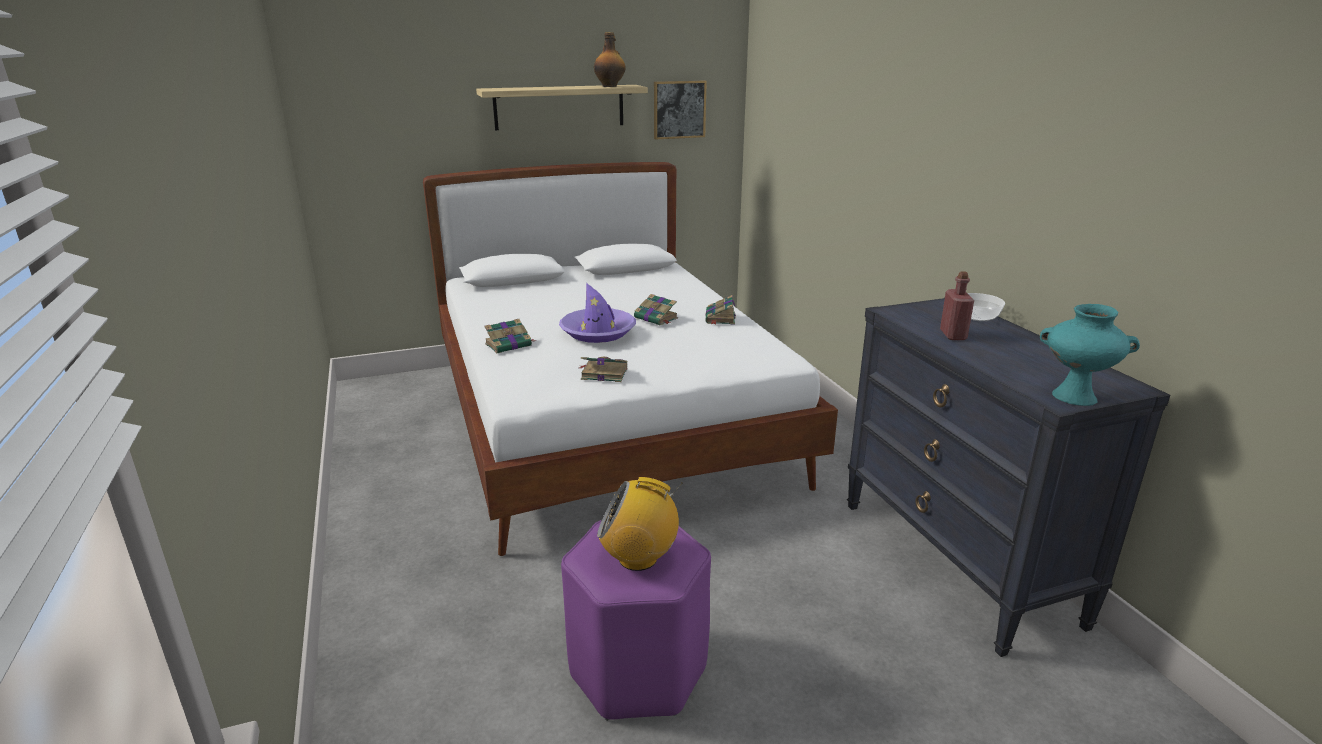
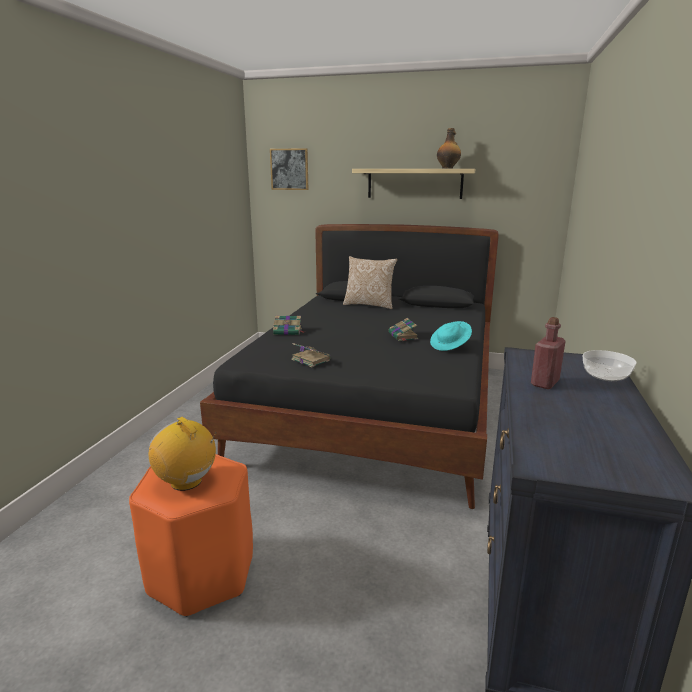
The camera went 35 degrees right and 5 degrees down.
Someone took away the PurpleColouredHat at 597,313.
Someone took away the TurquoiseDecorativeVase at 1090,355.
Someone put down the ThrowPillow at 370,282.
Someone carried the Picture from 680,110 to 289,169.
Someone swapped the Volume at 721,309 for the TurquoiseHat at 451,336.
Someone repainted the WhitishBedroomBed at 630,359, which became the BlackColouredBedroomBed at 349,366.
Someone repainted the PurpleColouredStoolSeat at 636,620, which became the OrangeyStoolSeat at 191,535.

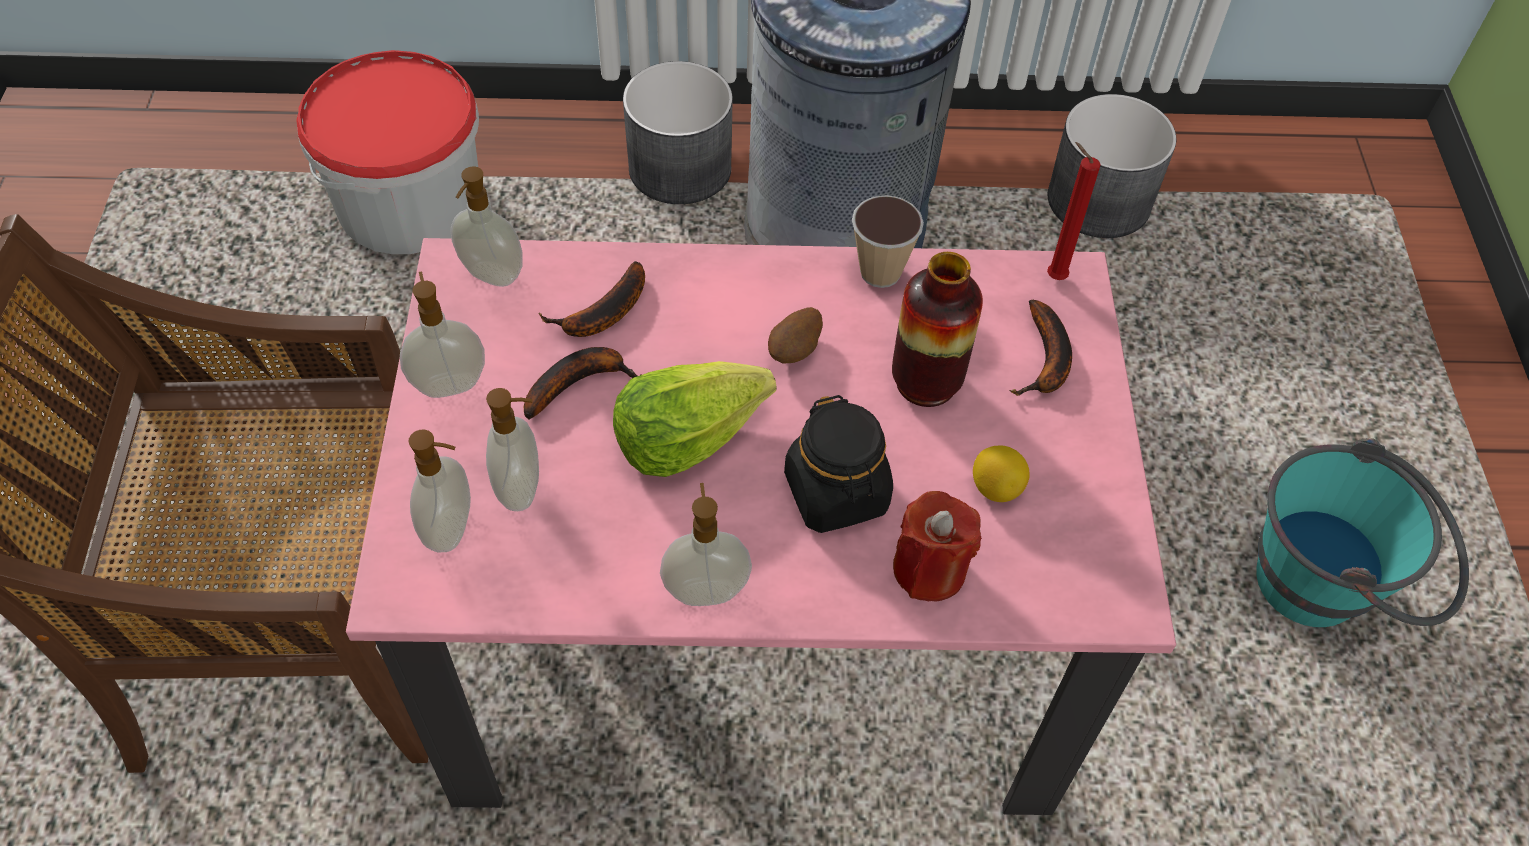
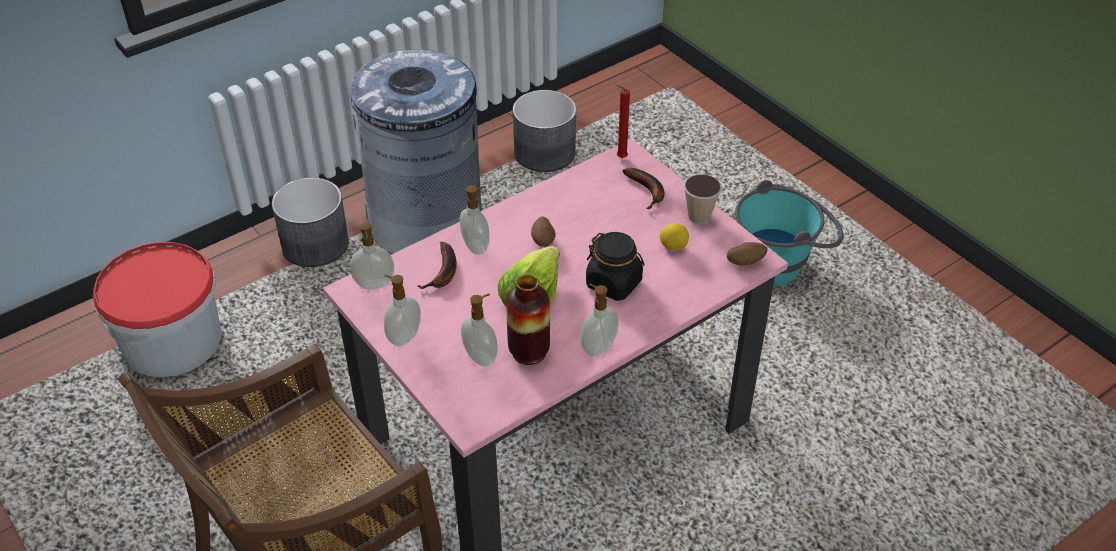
The camera went 35 degrees left and 10 degrees down.
Someone took away the Banana at 583,383.
Someone took away the RedColouredCandle at 937,546.
Someone put down the Potato at 747,253.
Someone carried the SoapBottle from 440,491 to 475,220.
Someone carried the DrinkingCup from 888,241 to 703,199.
Someone carried the DecorativeVase from 937,329 to 528,319.

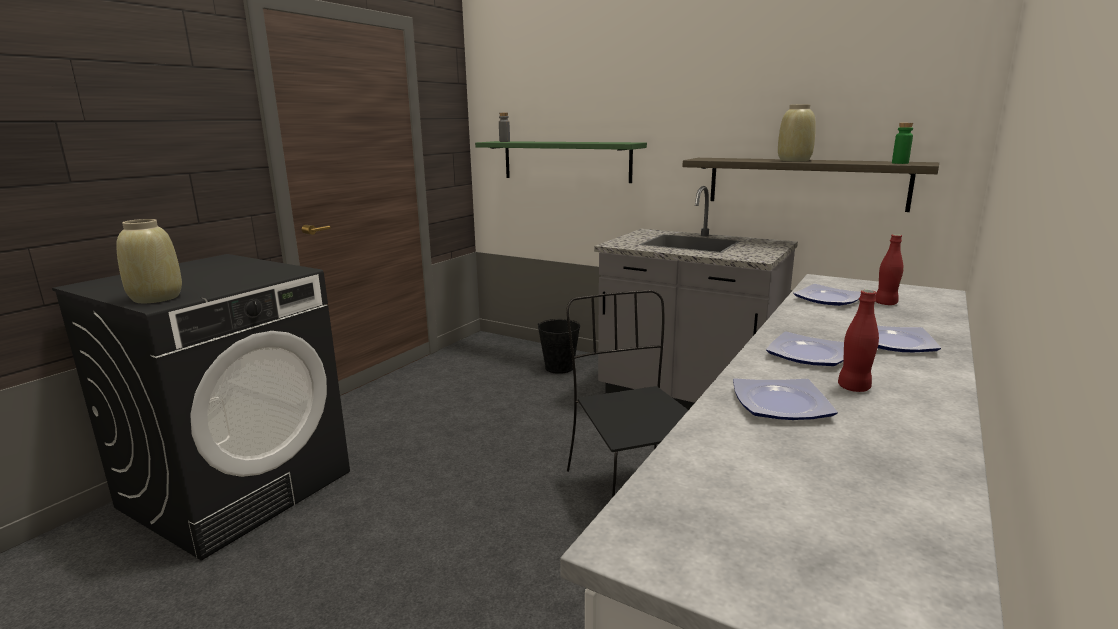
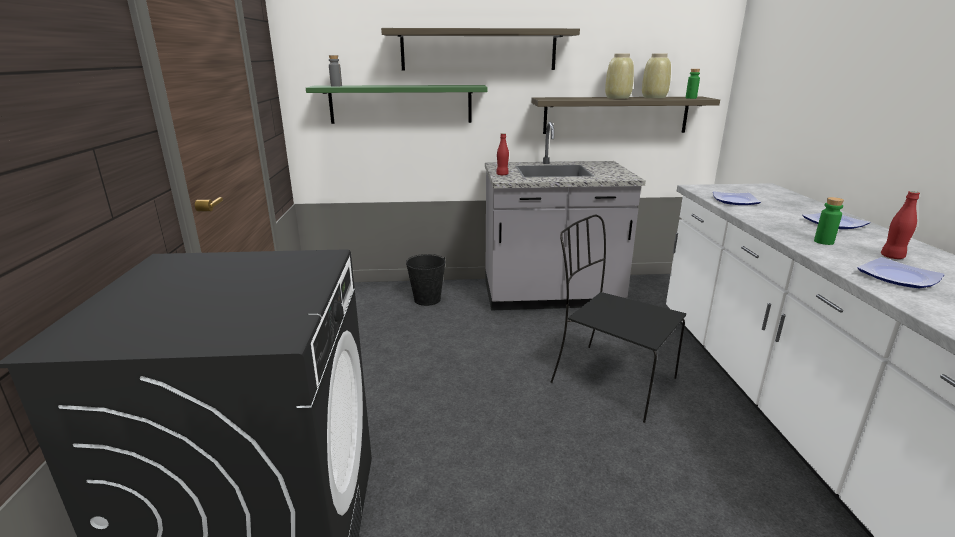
The camera went 35 degrees left and 5 degrees up.
Someone put up the WallShelf at 480,49.
Someone carried the BeigeColouredDecorativeVase from 149,261 to 656,76.
Someone carried the RedColouredDrinkBottle from 890,269 to 502,154.
Someone swapped the FlatDish at 805,348 for the GreenDrinkBottle at 829,221.

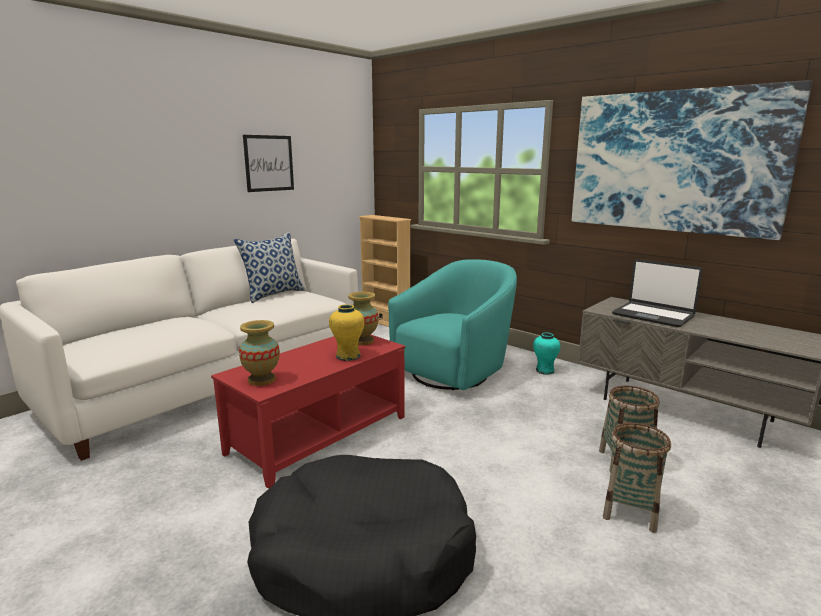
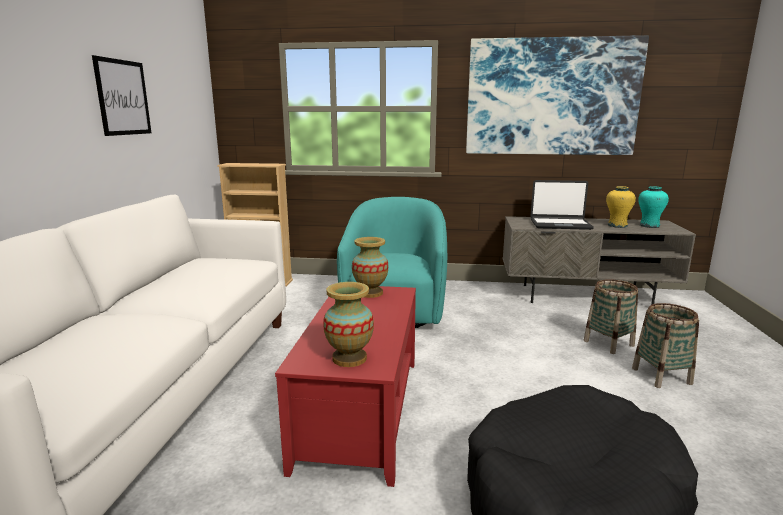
The camera went 35 degrees left and 0 degrees up.
Someone took away the ThrowPillow at 269,267.
Someone carried the YellowDecorativeVase from 346,332 to 621,207.
Someone carried the TurquoiseDecorativeVase from 546,353 to 653,207.

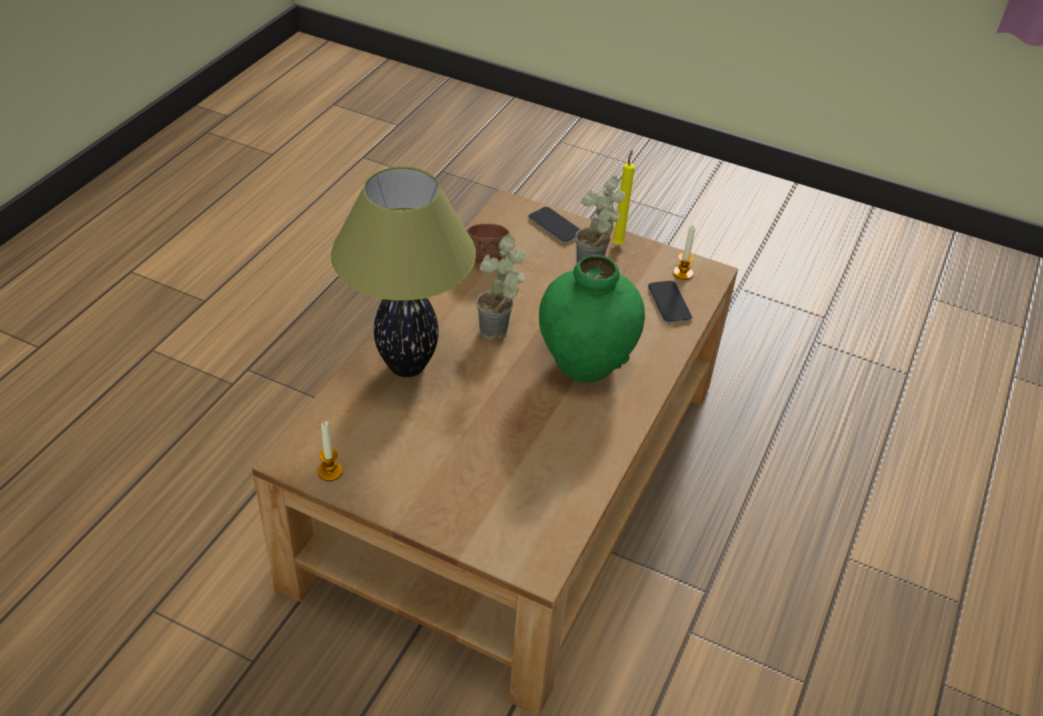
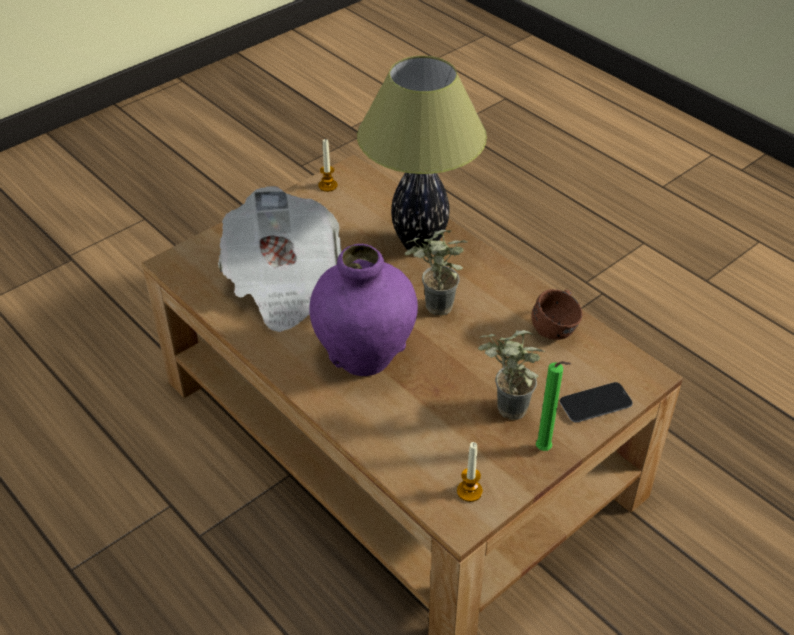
The camera went 115 degrees right and 0 degrees up.
Someone took away the Telephone at 670,302.
Someone put down the DailyPaper at 279,259.
Someone repainted the GreenDecorativeVase at 592,319, which became the PurpleColouredDecorativeVase at 363,310.
Someone repainted the YellowCandle at 623,197, which became the GreenCandle at 553,406.

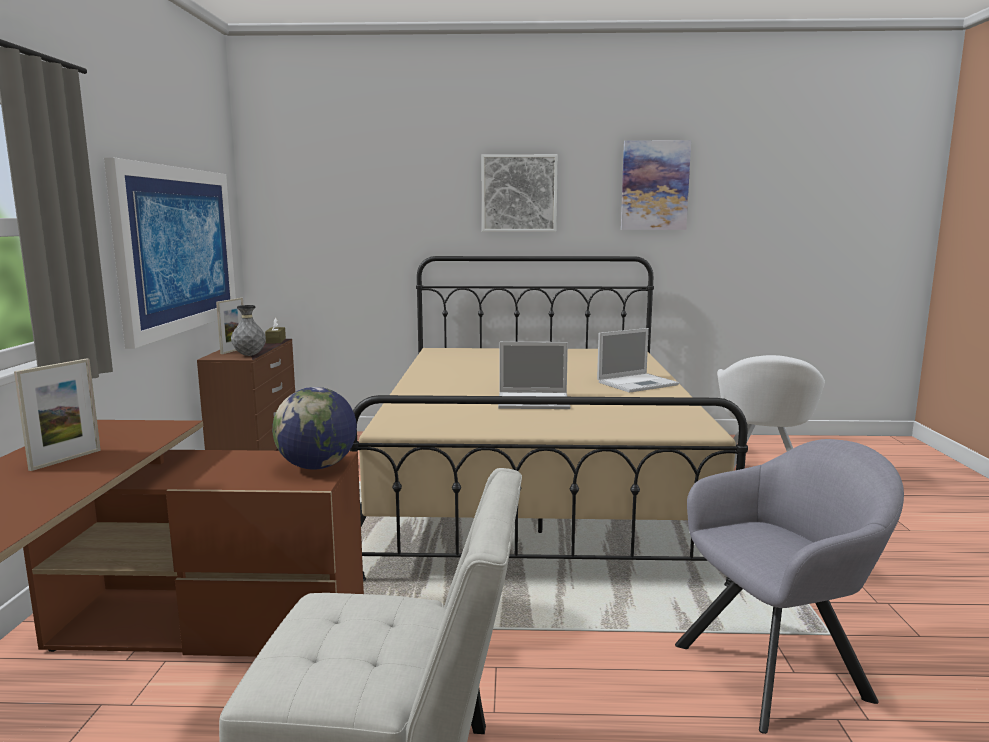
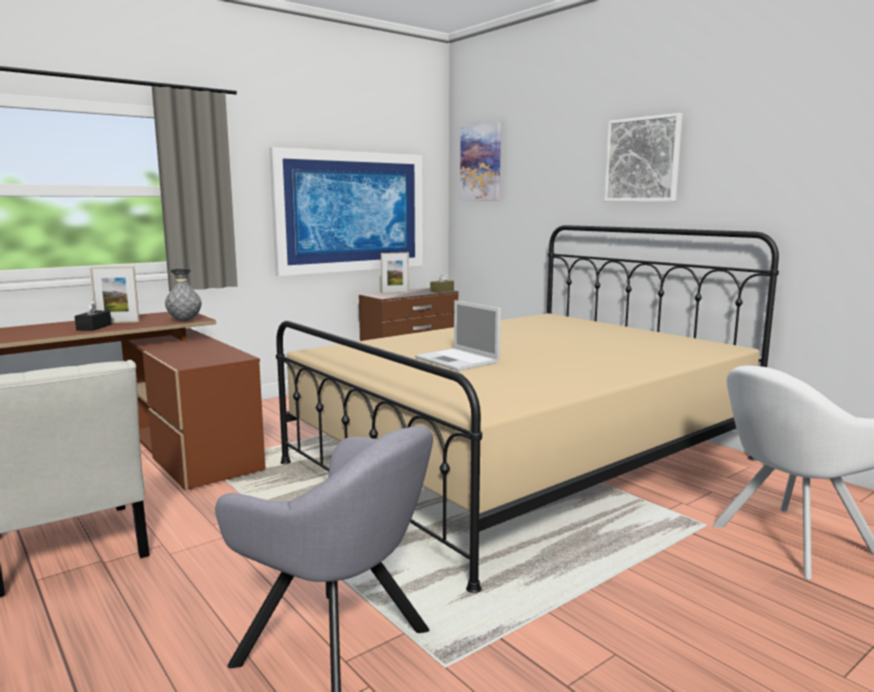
The camera went 50 degrees right and 0 degrees up.
Someone took away the Globe at 314,428.
Someone took away the Laptop at 638,360.
Someone put down the BlackColouredTissueBox at 93,315.
Someone carried the GreyDecorativeVase from 248,330 to 183,295.
Someone carried the Picture from 656,185 to 480,162.

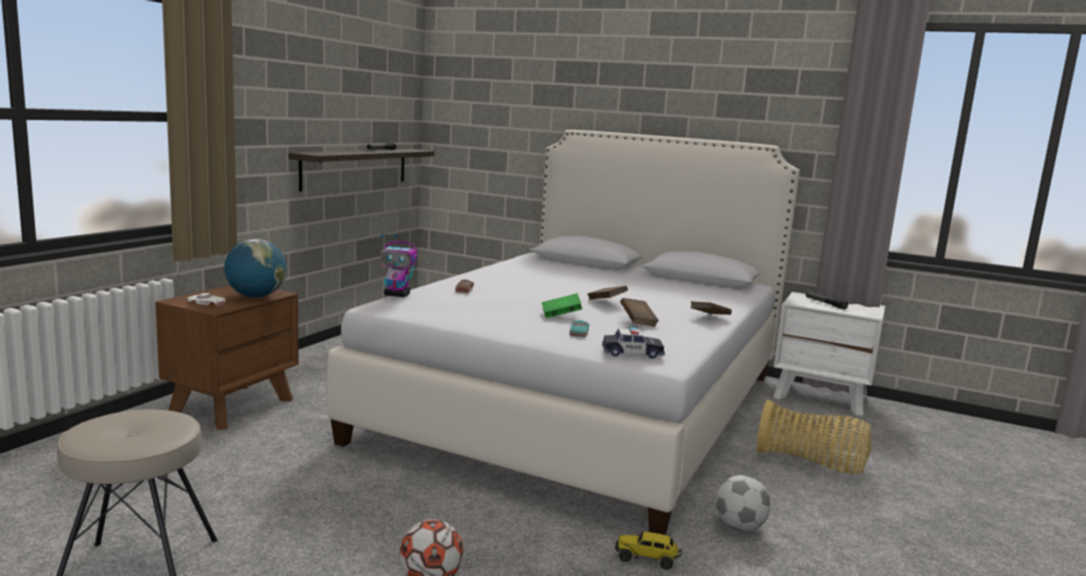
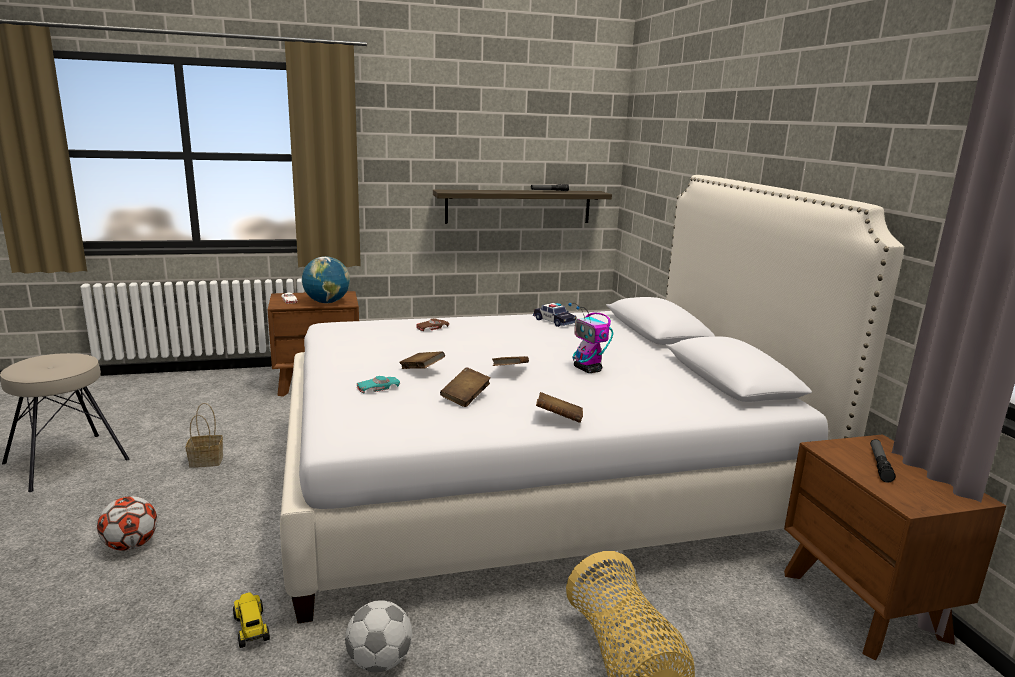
The camera went 50 degrees right and 5 degrees up.
Someone put down the StorageBasket at 204,435.
Someone carried the ModelRobot from 398,265 to 590,338.
Someone carried the ToyCar from 633,343 to 554,315.
Someone repainted the GreenVolume at 562,305, which became the BrownVolume at 422,360.
Someone repainted the WhitishNightTable at 829,353, which became the BrownNightTable at 895,547.

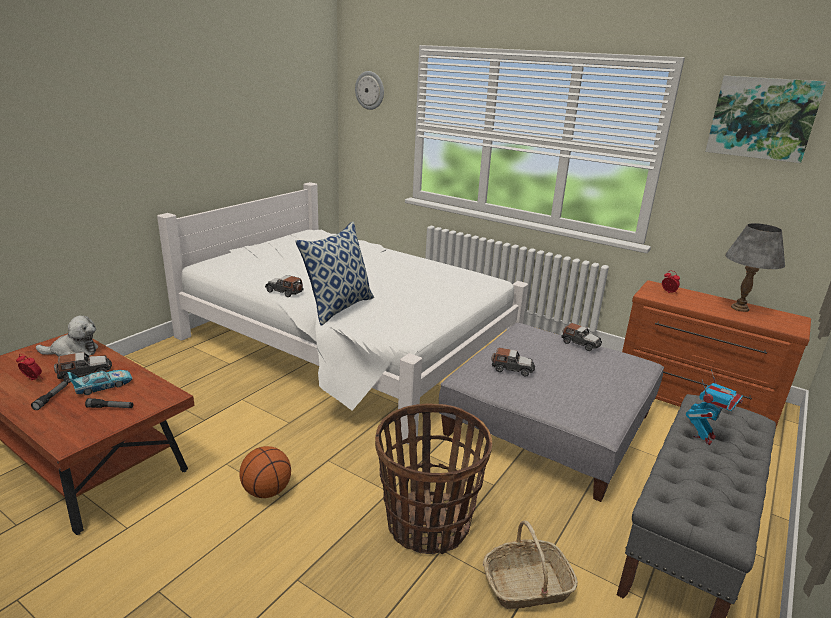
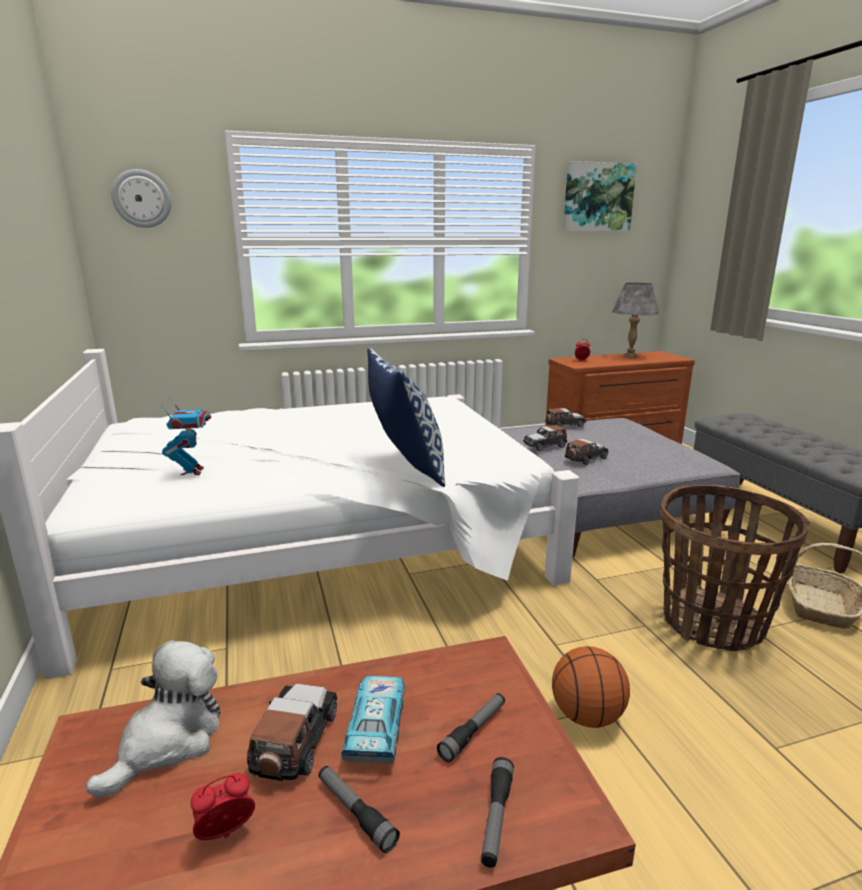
The camera went 50 degrees left and 5 degrees down.
Someone put down the Torch at 497,812.
Someone carried the ToyCar from 284,286 to 545,438.
Someone carried the ModelRobot from 714,407 to 186,436.

